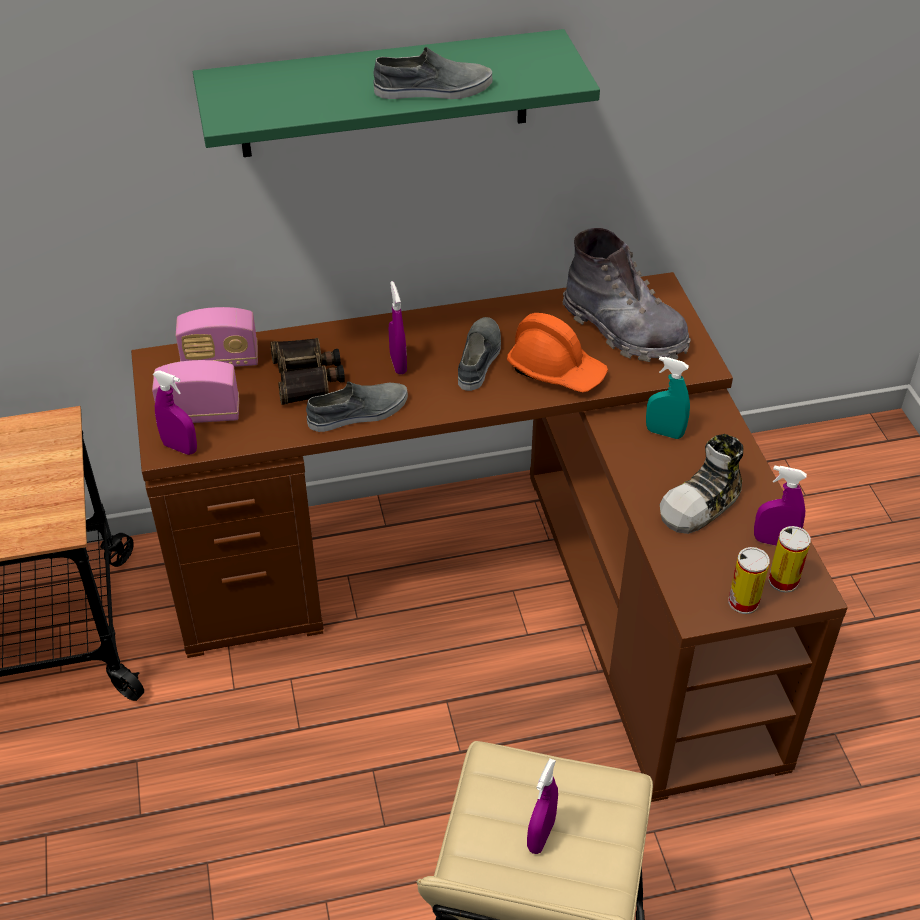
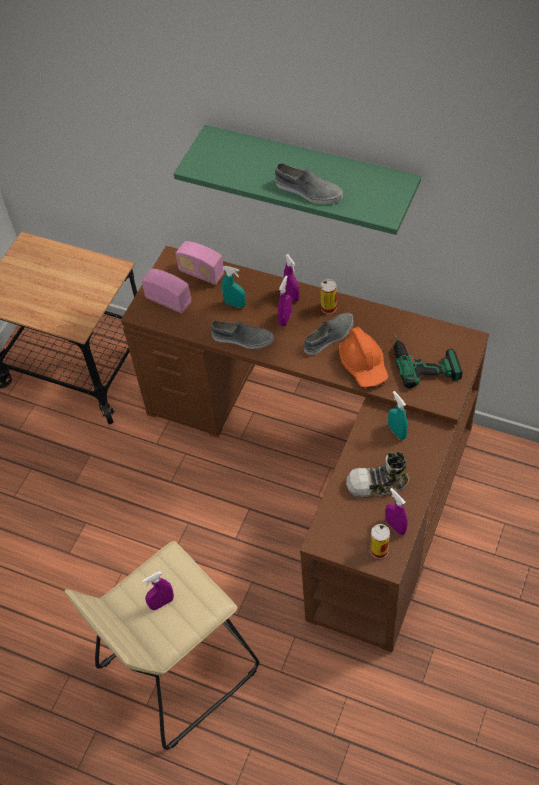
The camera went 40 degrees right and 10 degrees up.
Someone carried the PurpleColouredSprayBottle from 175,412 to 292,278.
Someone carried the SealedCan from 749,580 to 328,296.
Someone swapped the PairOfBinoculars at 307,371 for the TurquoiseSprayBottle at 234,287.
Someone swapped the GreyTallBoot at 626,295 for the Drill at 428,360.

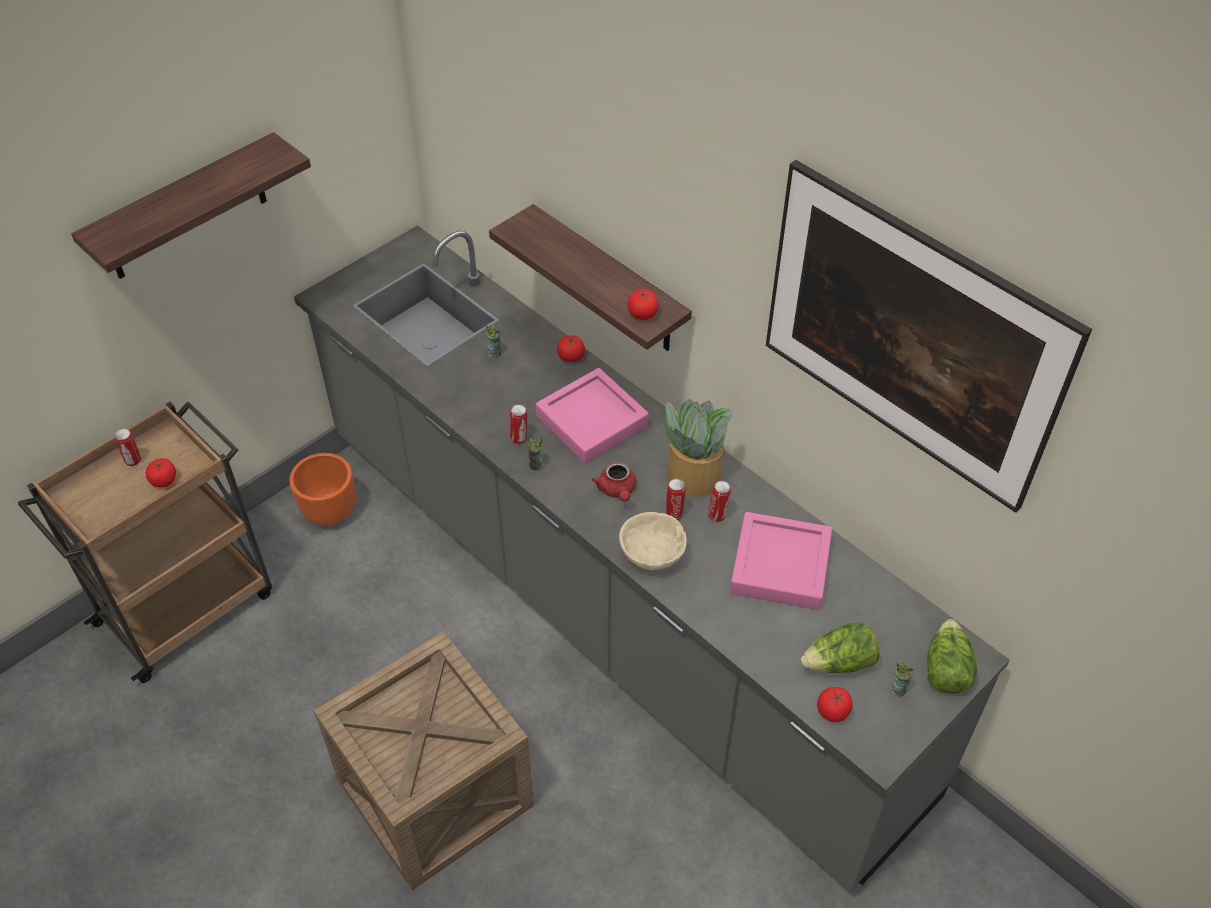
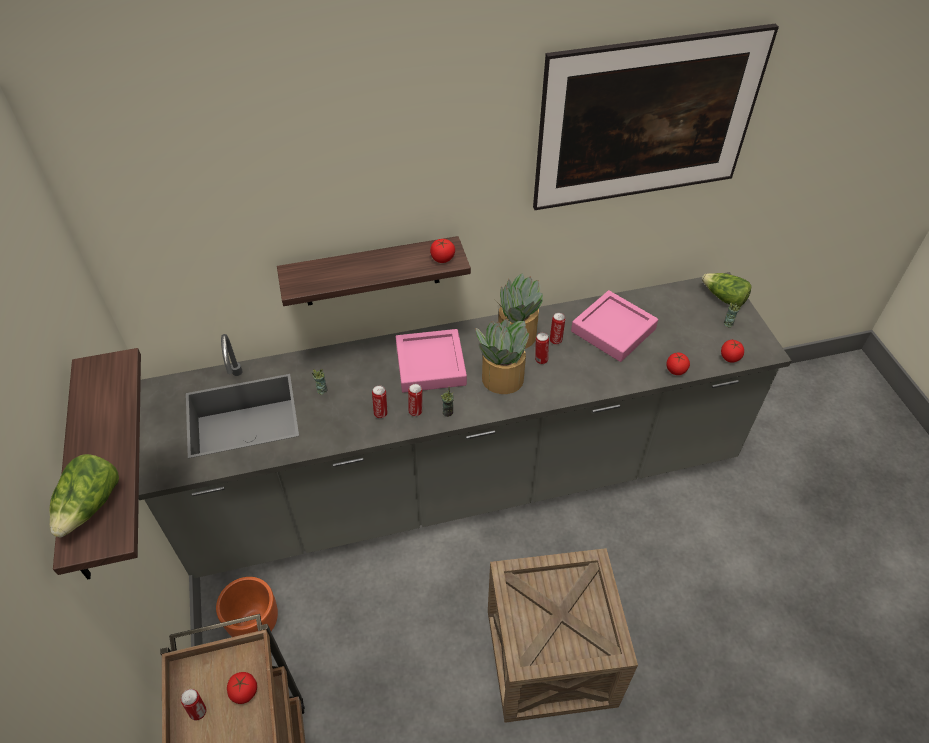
The camera went 60 degrees left and 0 degrees up.
Someone took away the BeigeColouredBowl at 653,541.
Someone put down the SealedCan at 380,401.
Someone carried the Tomato from 571,348 to 678,364.
Someone carried the LettuceHead from 840,647 to 84,496.
Someone swapped the RedColouredTeaPot at 614,482 for the Houseplant at 502,356.

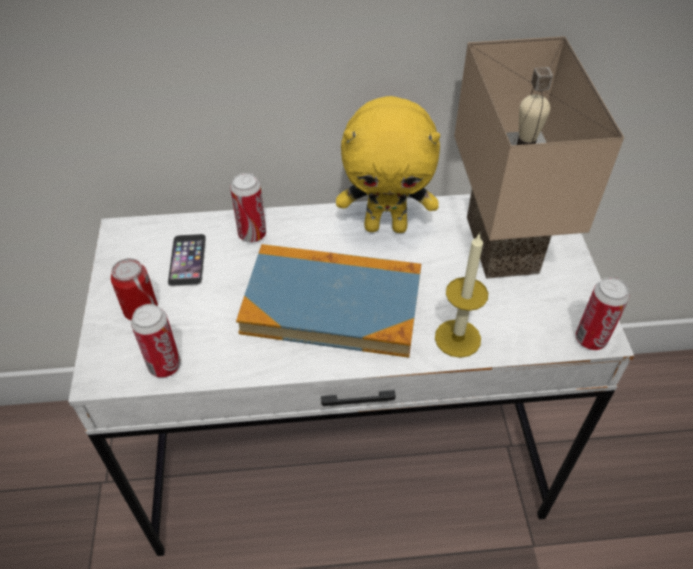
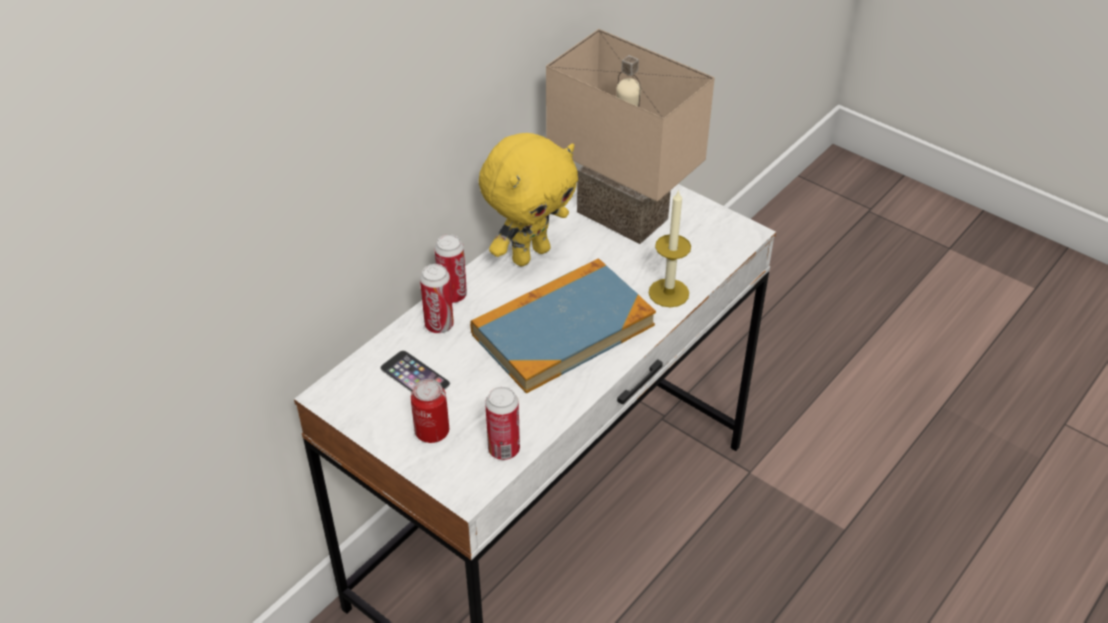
The camera went 45 degrees left and 5 degrees down.
Someone carried the SealedCan from 602,313 to 450,268.

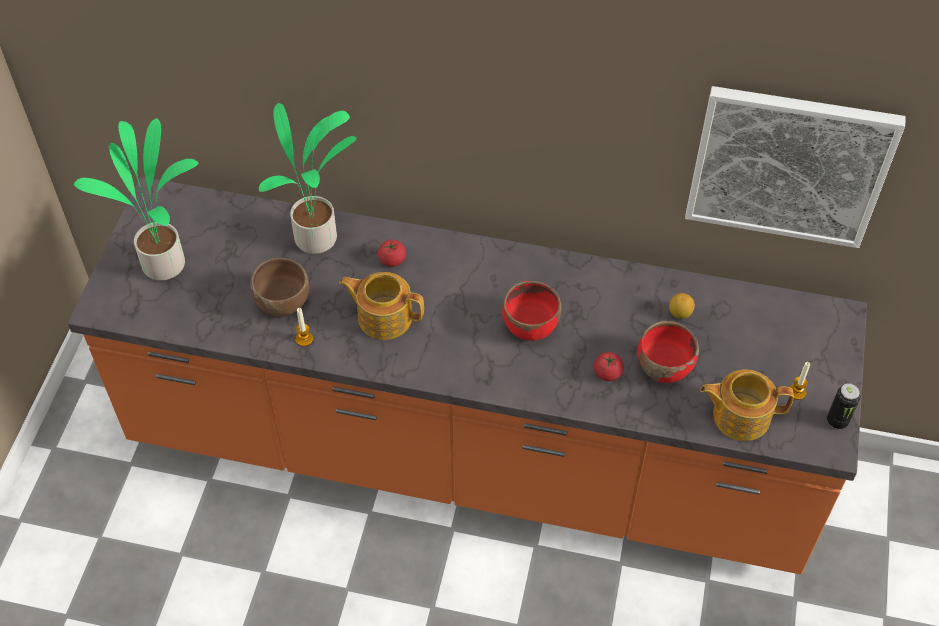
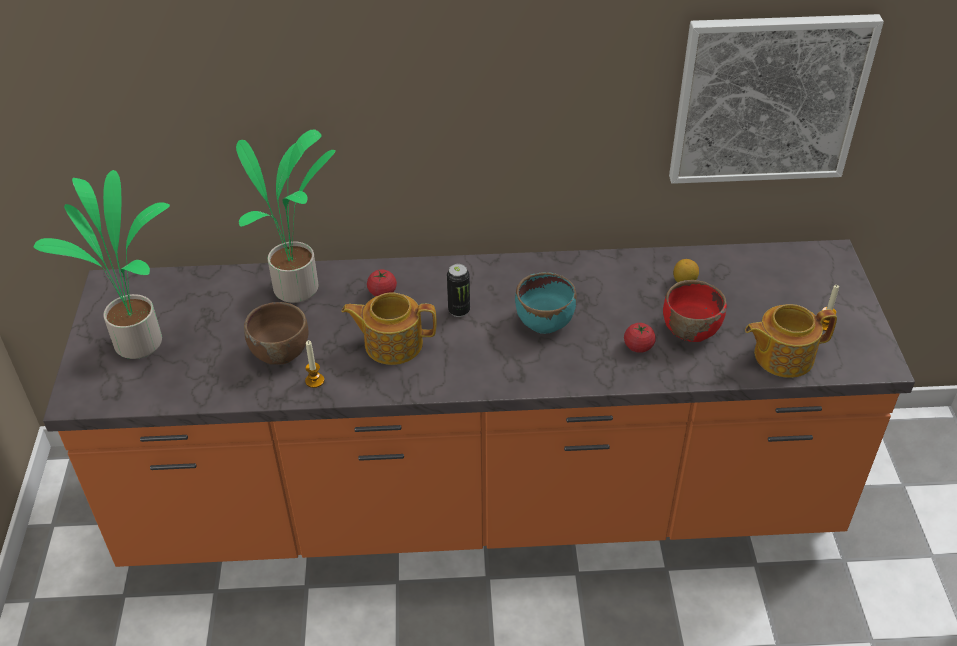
The camera went 15 degrees left and 10 degrees down.
Someone carried the SealedCan from 844,406 to 458,290.
Someone repainted the RedColouredBowl at 531,311, which became the TurquoiseBowl at 546,303.

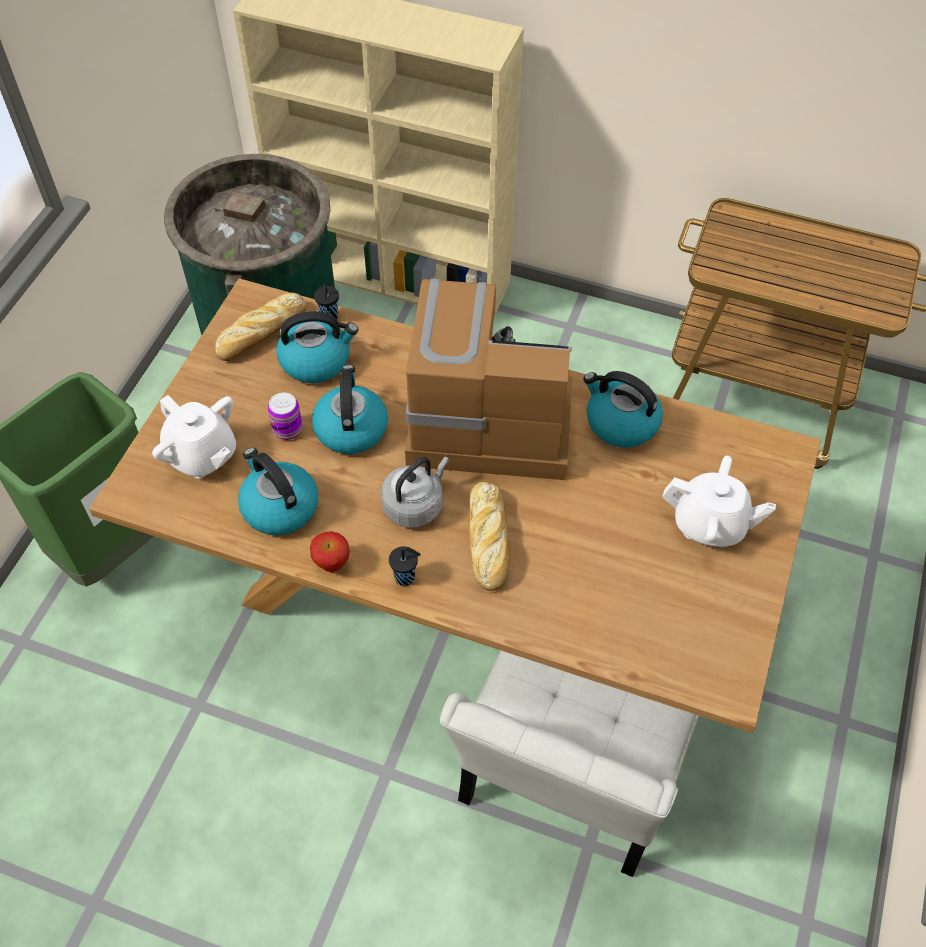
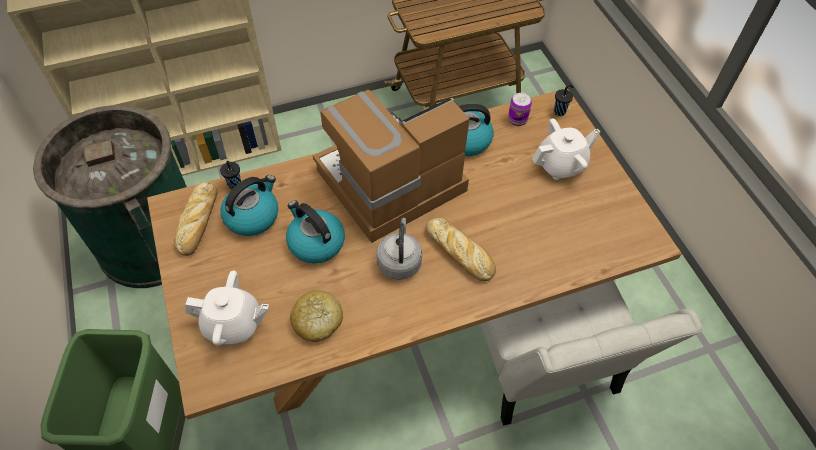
The camera went 40 degrees left and 0 degrees up.
Someone took away the Apple at 330,551.
Someone carried the SealedCan from 285,416 to 520,109.
Someone carried the BlackColouredDrinkingCup from 405,566 to 563,100.
Someone swapped the WaterKettle at 278,491 for the BakedBread at 316,316.

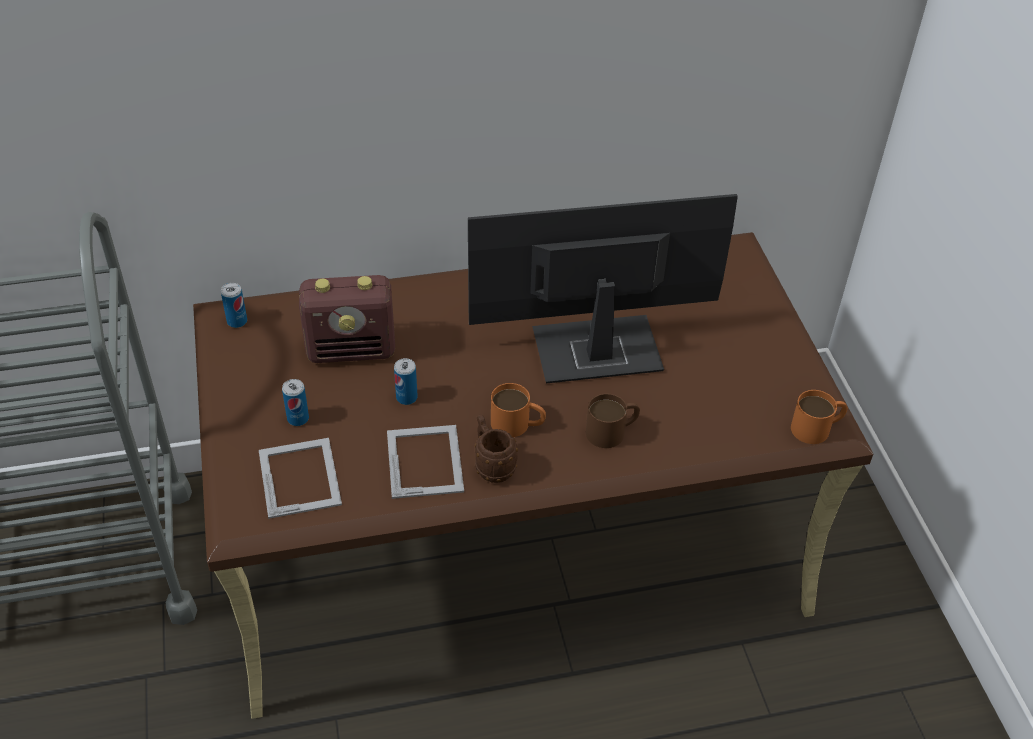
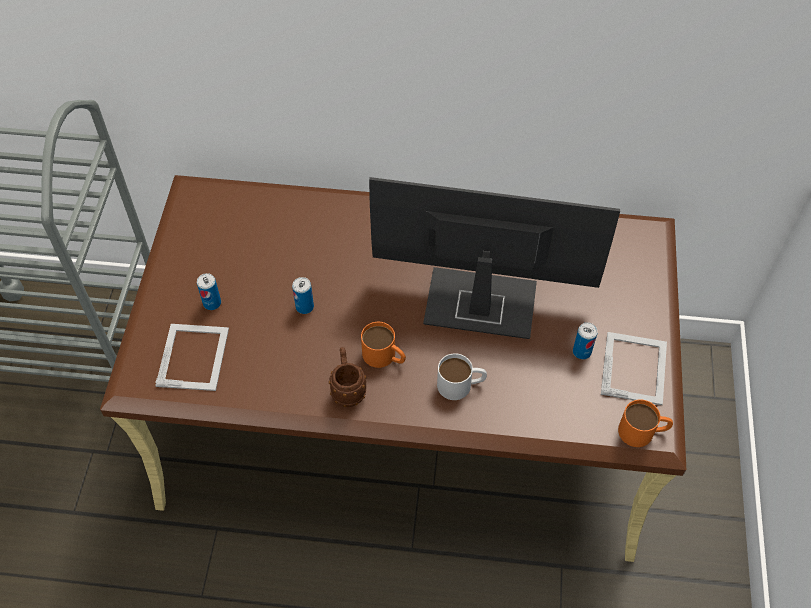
The camera went 20 degrees right and 10 degrees up.
Someone took away the Radio at 347,319.
Someone carried the SealedCan from 234,305 to 585,340.
Someone carried the PictureFrame from 425,462 to 634,368.
Someone repainted the BrownCoffeeMug at 613,420, which became the WhitishCoffeeMug at 462,376.

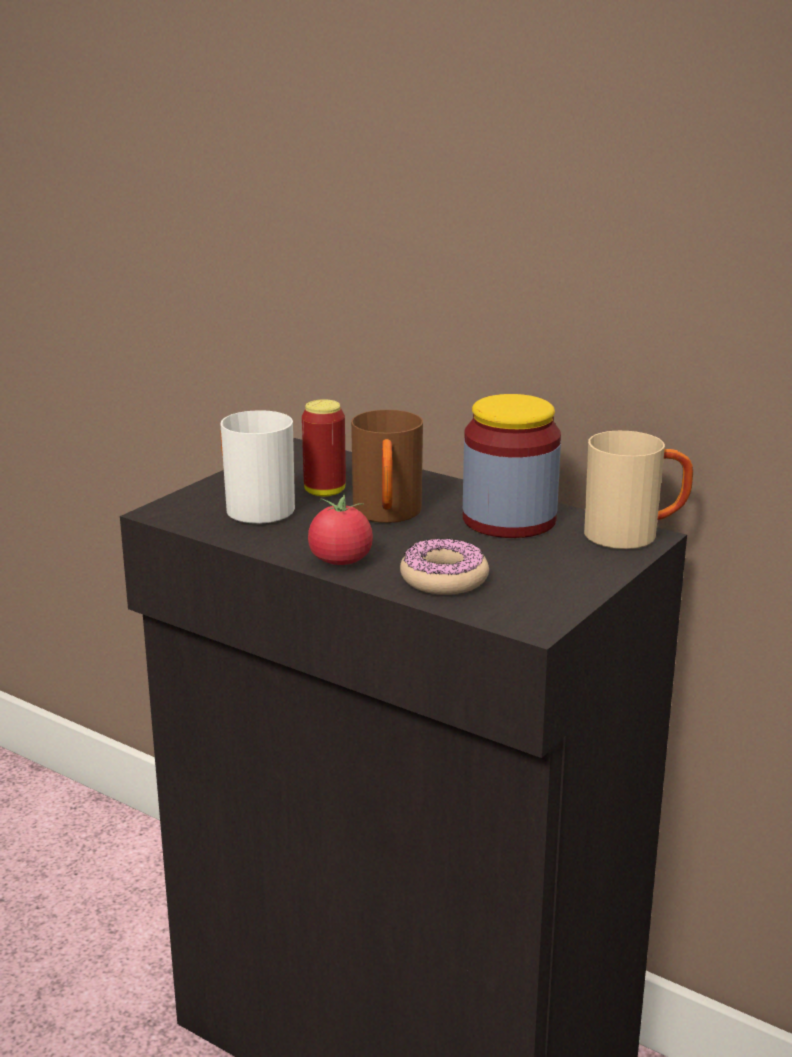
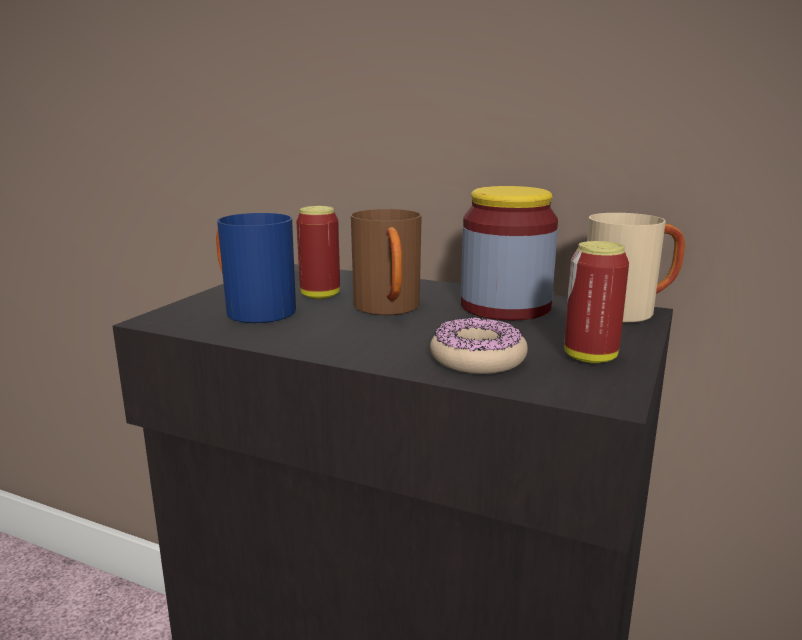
The camera went 10 degrees left and 5 degrees down.
Someone took away the Tomato at 340,528.
Someone put down the SealedCan at 596,302.
Someone repainted the WhitishCoffeeMug at 258,467, which became the BlueCoffeeMug at 256,268.

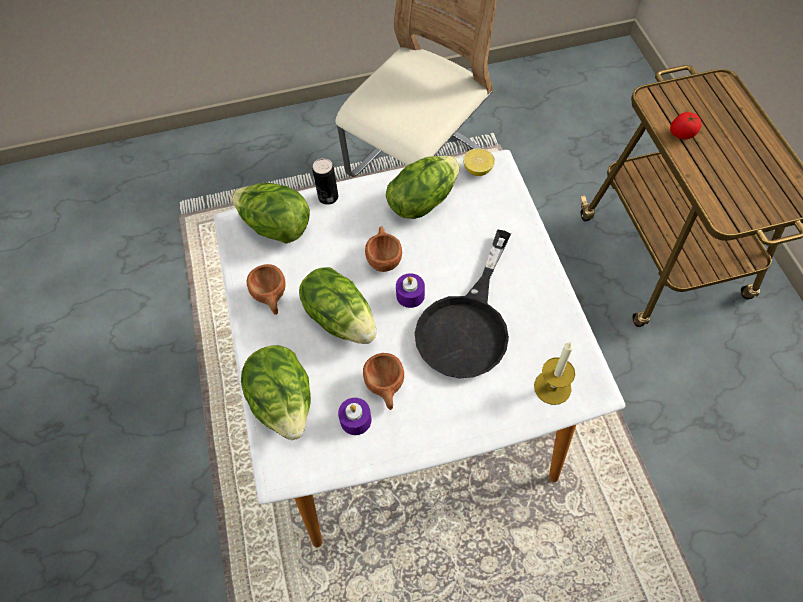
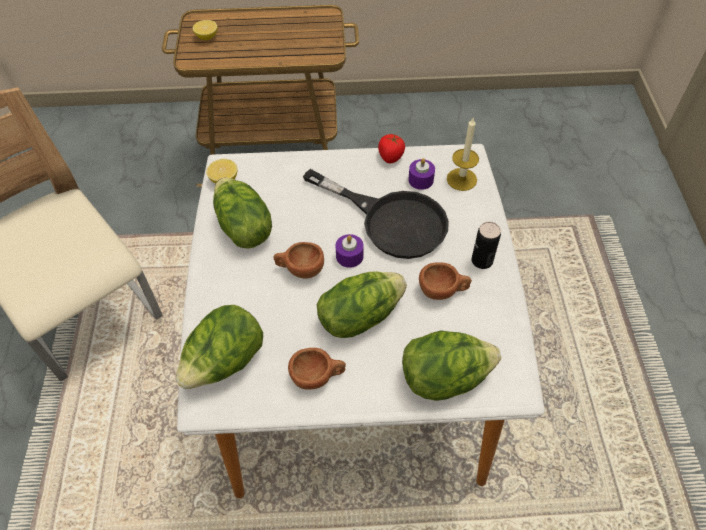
The camera went 80 degrees left and 5 degrees down.
Someone put down the Lemon at 205,30.
Someone carried the SealedCan from 325,181 to 486,245.
Someone carried the PurpleColouredCandle from 355,416 to 421,174.
Someone carried the Tomato from 686,125 to 391,148.

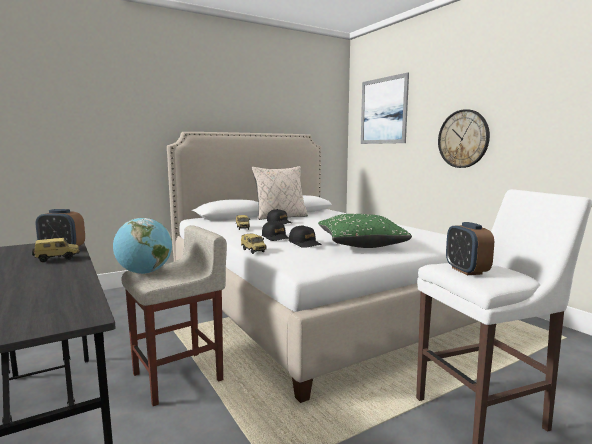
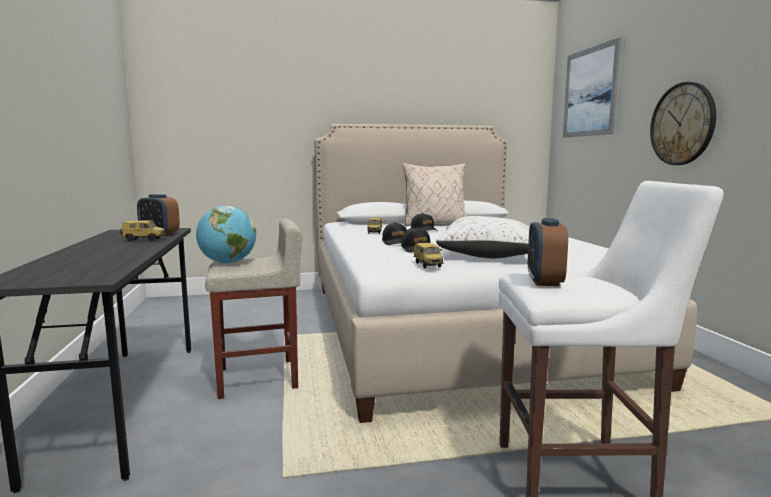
The camera went 20 degrees right and 0 degrees up.
Someone carried the ToyCar from 254,244 to 428,255.
Someone repainted the GreenThrowPillow at 365,231, which became the WhitishThrowPillow at 483,237.

